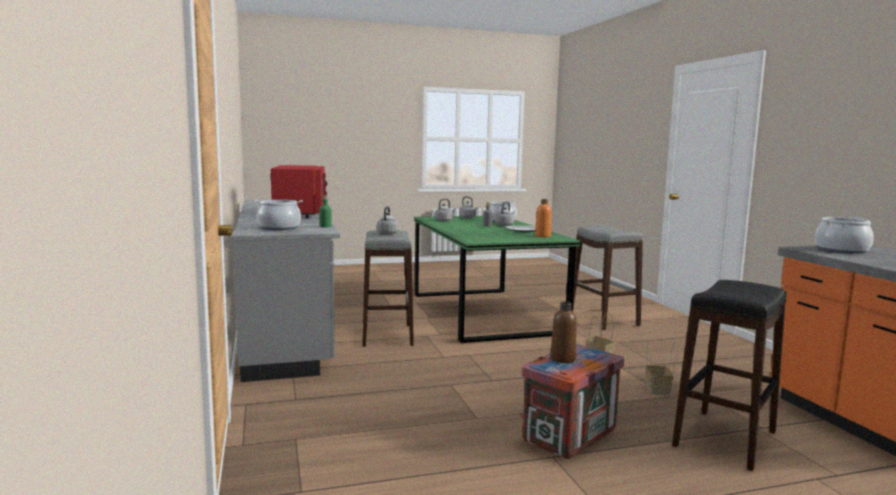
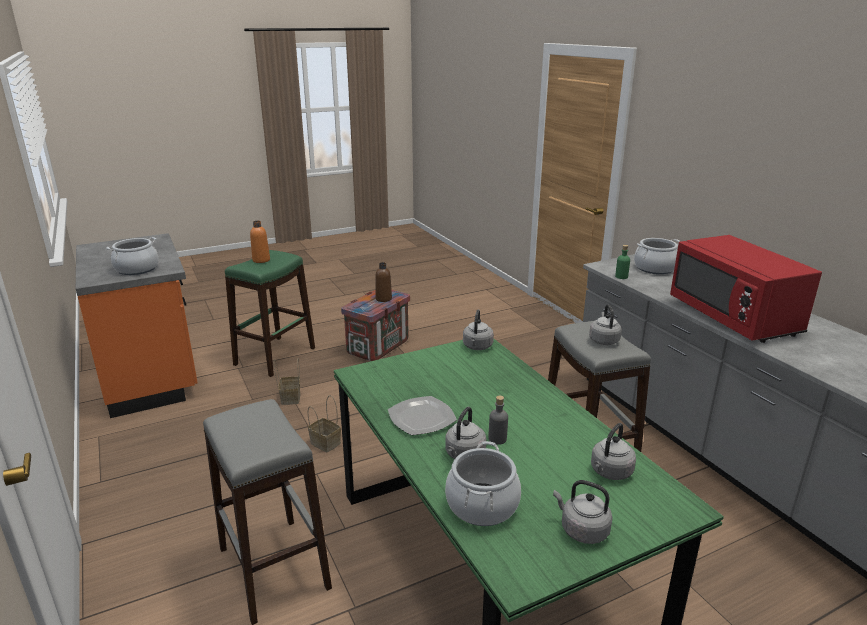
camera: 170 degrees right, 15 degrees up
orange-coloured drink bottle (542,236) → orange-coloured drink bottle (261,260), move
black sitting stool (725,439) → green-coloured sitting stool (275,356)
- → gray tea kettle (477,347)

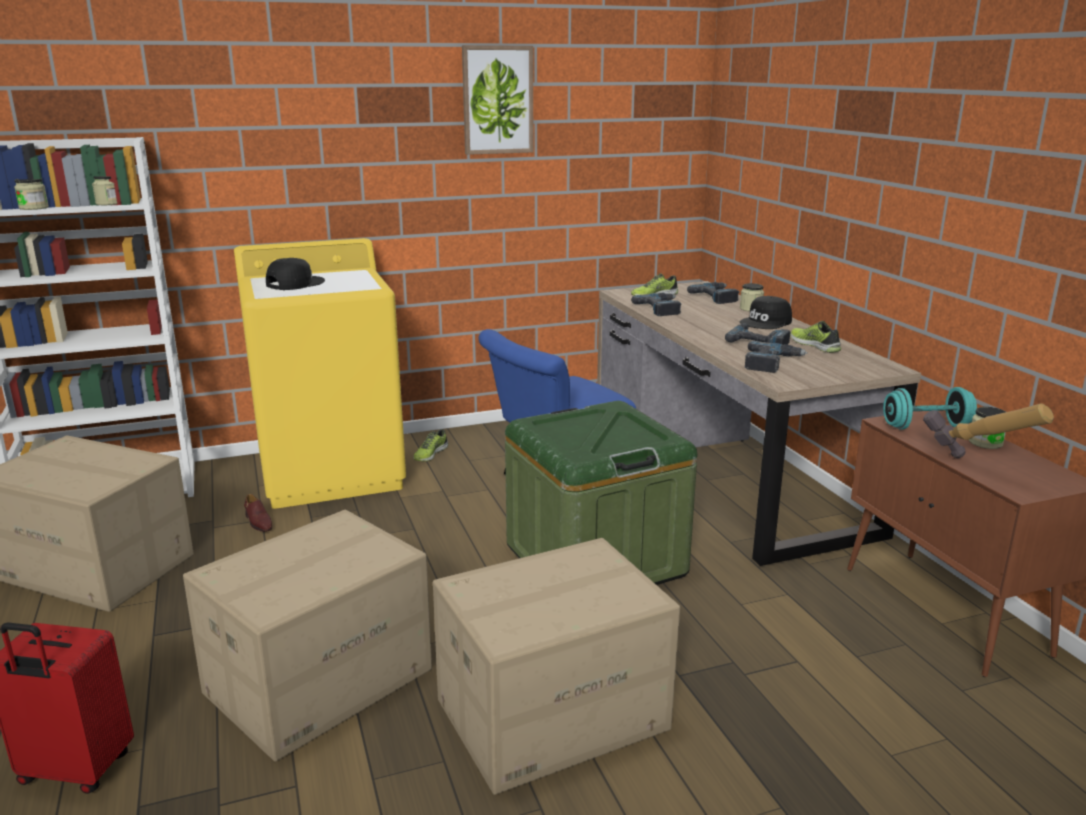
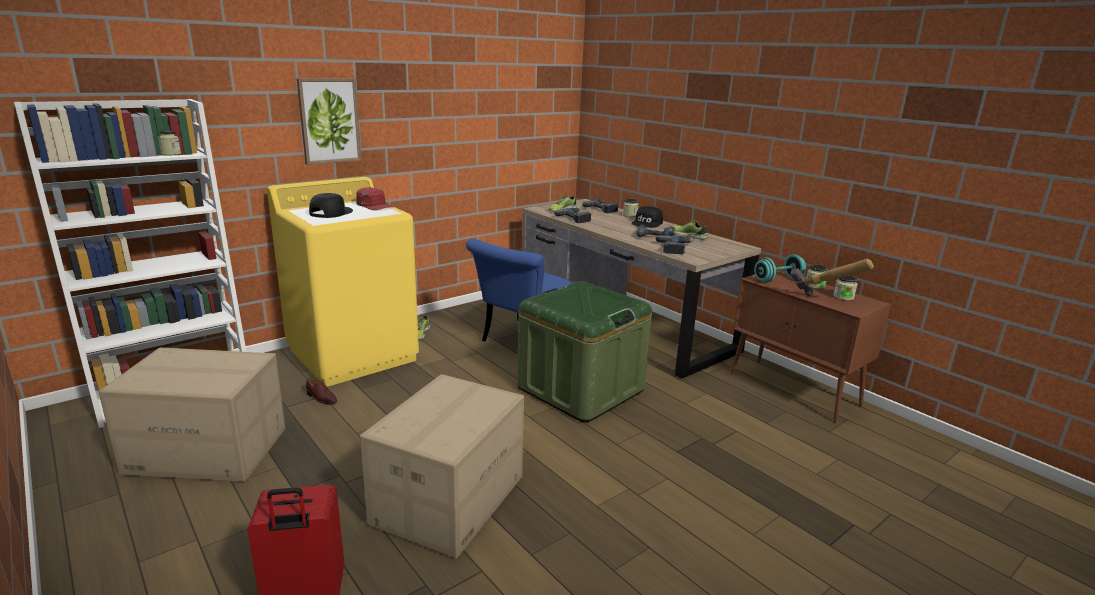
camera: 20 degrees left, 0 degrees up
jar (34,208) → jar (843,297), move
cardboard box (552,713) → -
wall art (497,100) → wall art (329,120), move
- → red baseball cap (375,205)

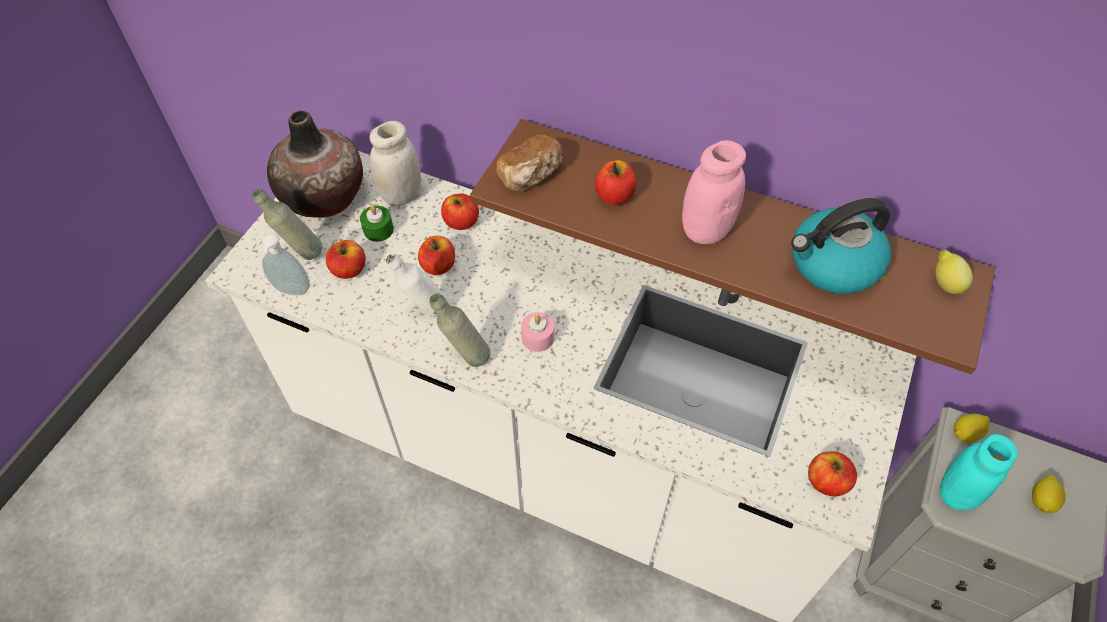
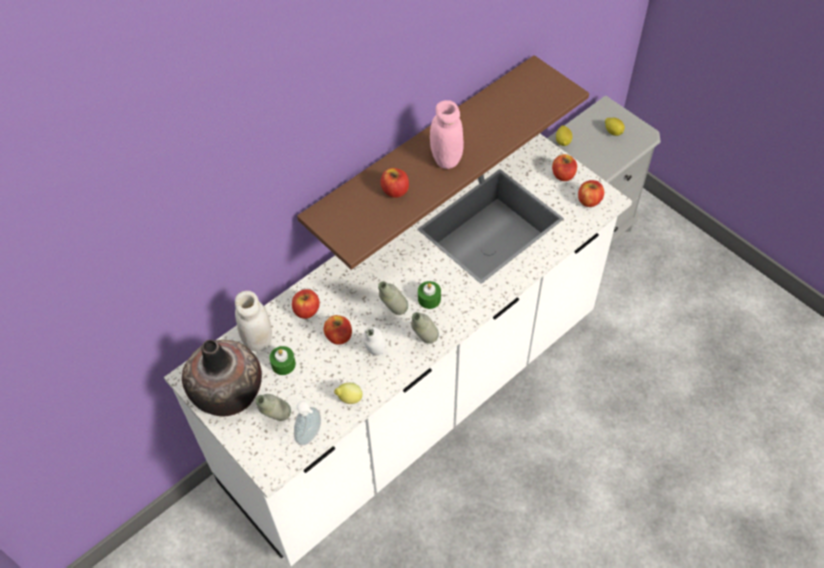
camera: 65 degrees left, 0 degrees up
apple (349,270) → apple (563,175), move
baked bread (532,176) → -
pink-coloured candle (537,337) → green-coloured candle (429,299)
tea kettle (832,265) → -
citrus fruit (945,283) → citrus fruit (349,399), move
turquoise jar (957,493) → -
- → gray drink bottle (394,315)

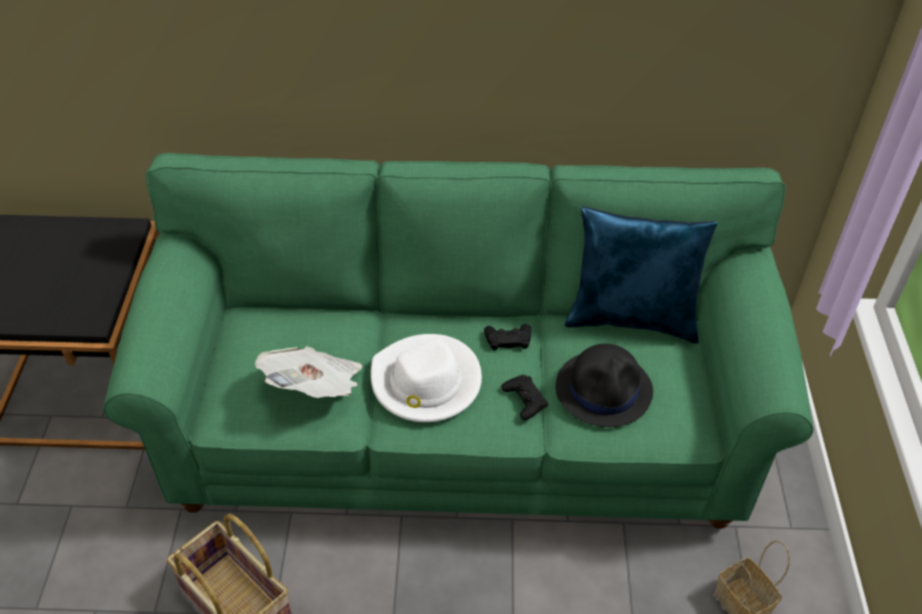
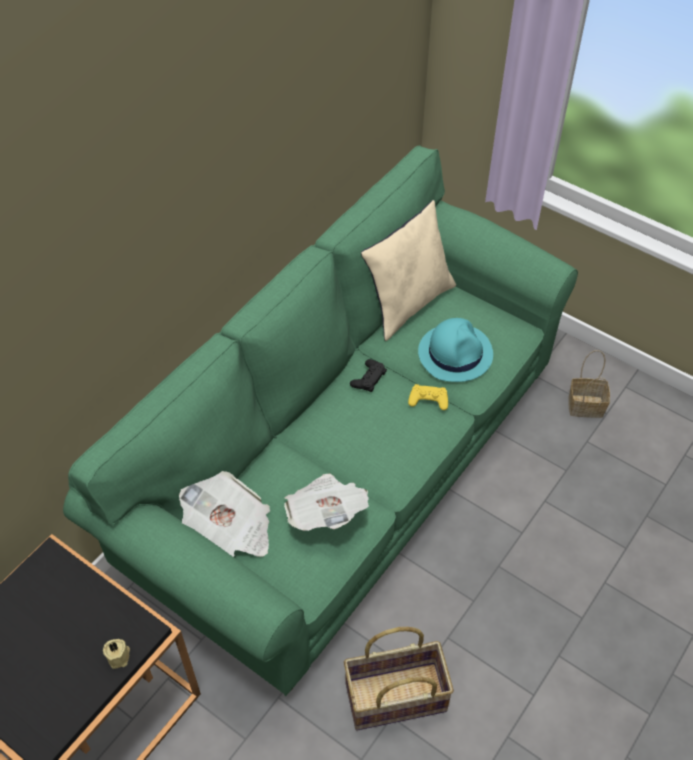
camera: 55 degrees left, 5 degrees up
white clothing hat (425,382) → -
black gamepad (524,400) → yellowish gamepad (428,400)
black clothing hat (604,389) → turquoise clothing hat (455,353)
blue-coloured pillow (632,319) → beige pillow (408,303)
- → beige candle (119,656)
- → printed paper (230,529)

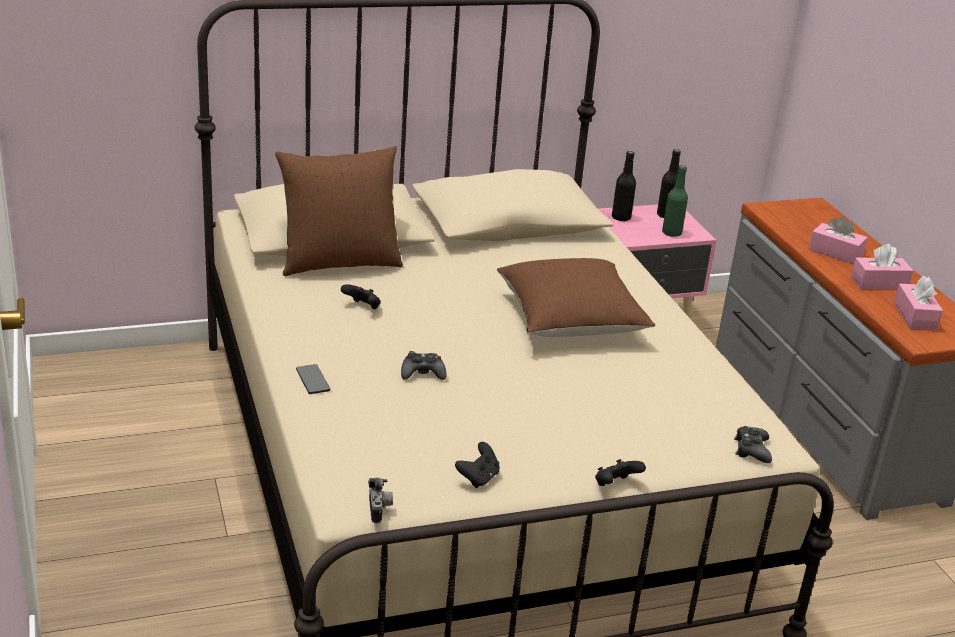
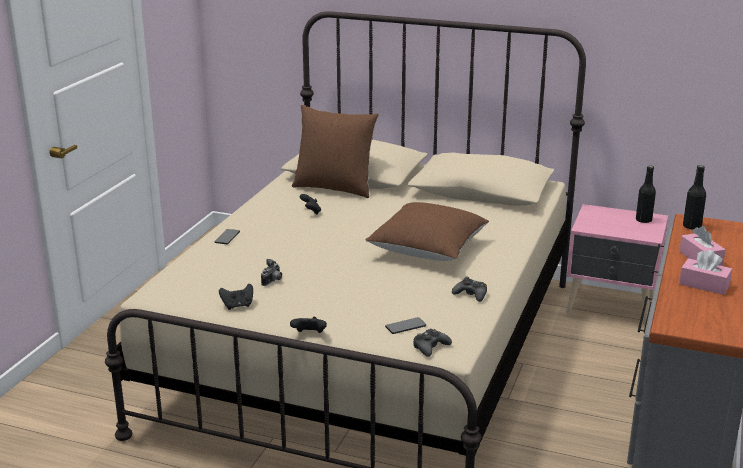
camera: 40 degrees right, 5 degrees down
still camera (380,510) → still camera (273,281), move
black gamepad (422,373) → black gamepad (471,294), move
black drink bottle (621,218) → black drink bottle (691,226), move
green-coloured drink bottle (671,233) → -
pink-coloured tissue box (915,316) → -
- → phone (405,326)

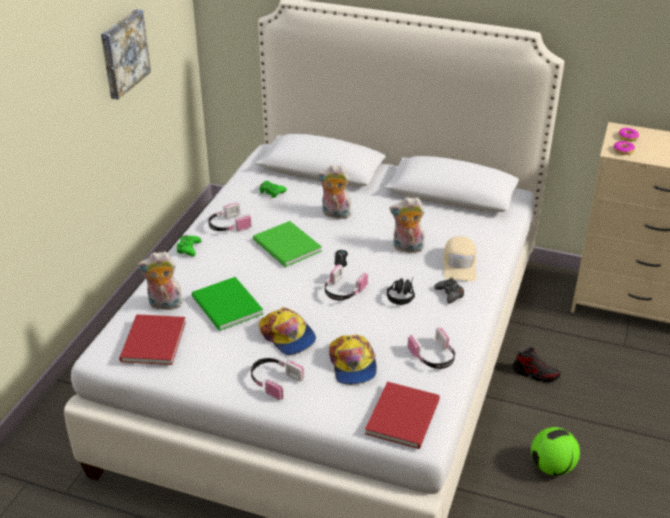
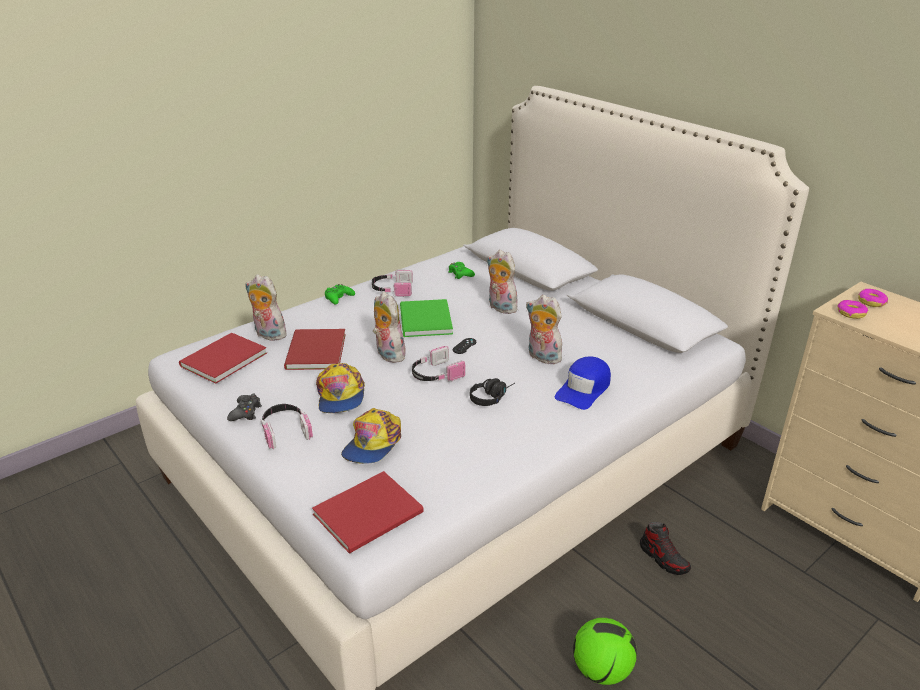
camera: 30 degrees right, 5 degrees down
wall art (123,53) → -
green-coloured book (226,307) → red book (314,352)
headset (433,357) → -
black gamepad (450,294) → black gamepad (245,412), move
beige baseball cap (459,264) → blue-coloured baseball cap (584,389)
- → soft toy (388,354)

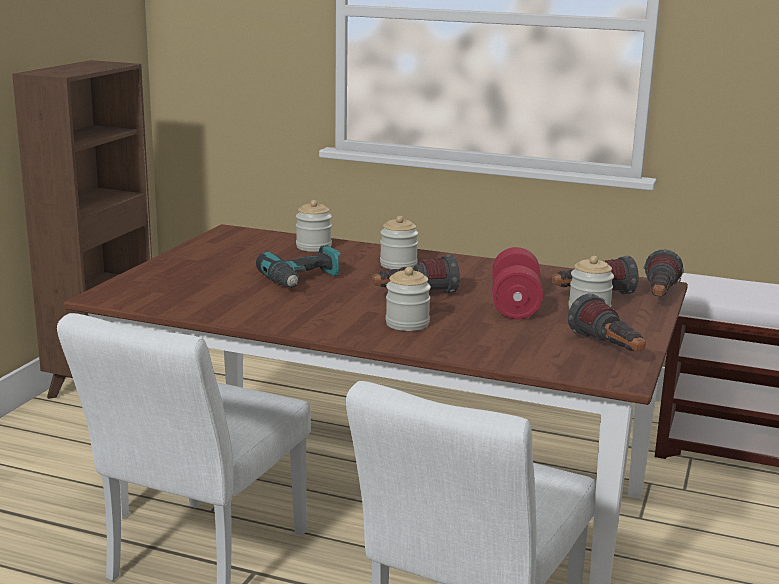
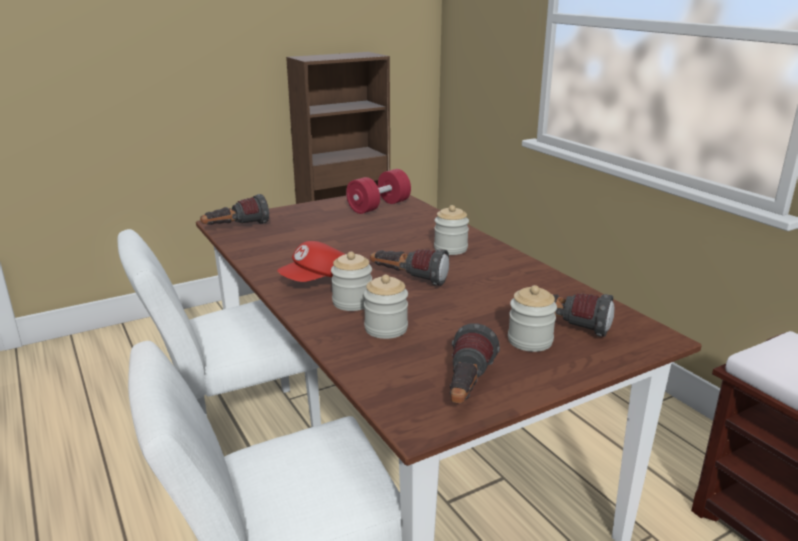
camera: 40 degrees right, 5 degrees up
electric drill (303,280) → -
jar (313,247) → jar (386,329), move
red free weight (515,305) → red free weight (379,206), move
flashlight (659,297) → flashlight (236,228), move
- → red baseball cap (320,283)

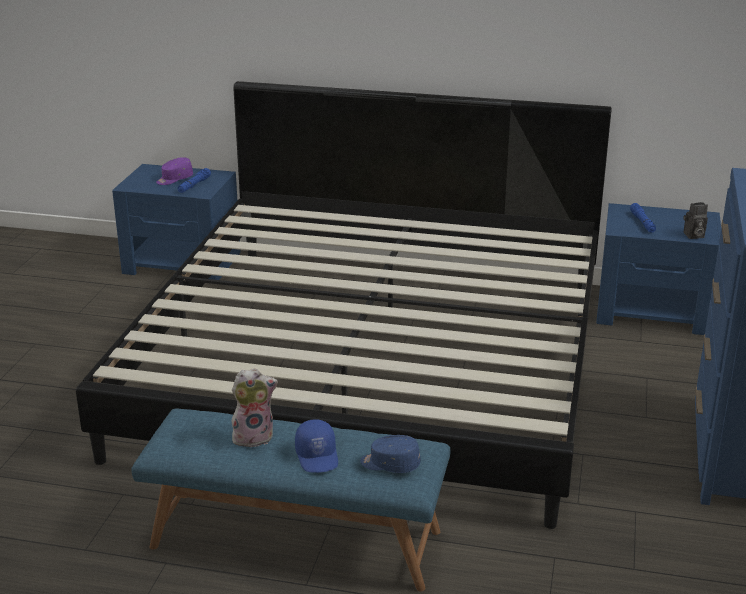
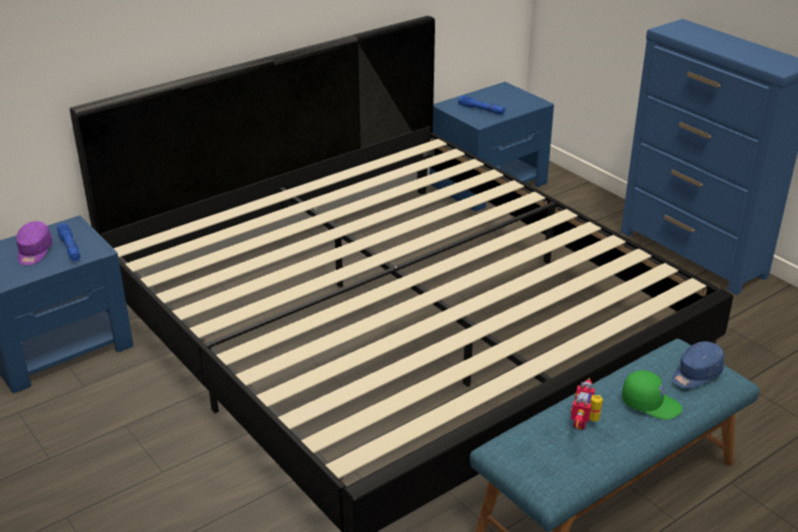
camera: 50 degrees left, 5 degrees up
soft toy (254,436) → toy robot (585,423)
blue-coloured baseball cap (318,456) → green-coloured baseball cap (651,403)
still camera (693,236) → -

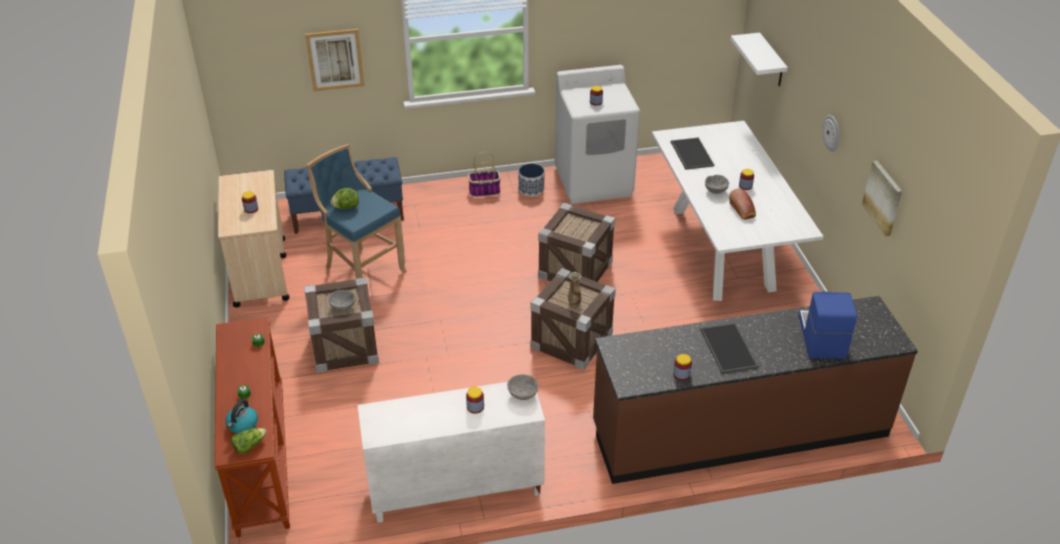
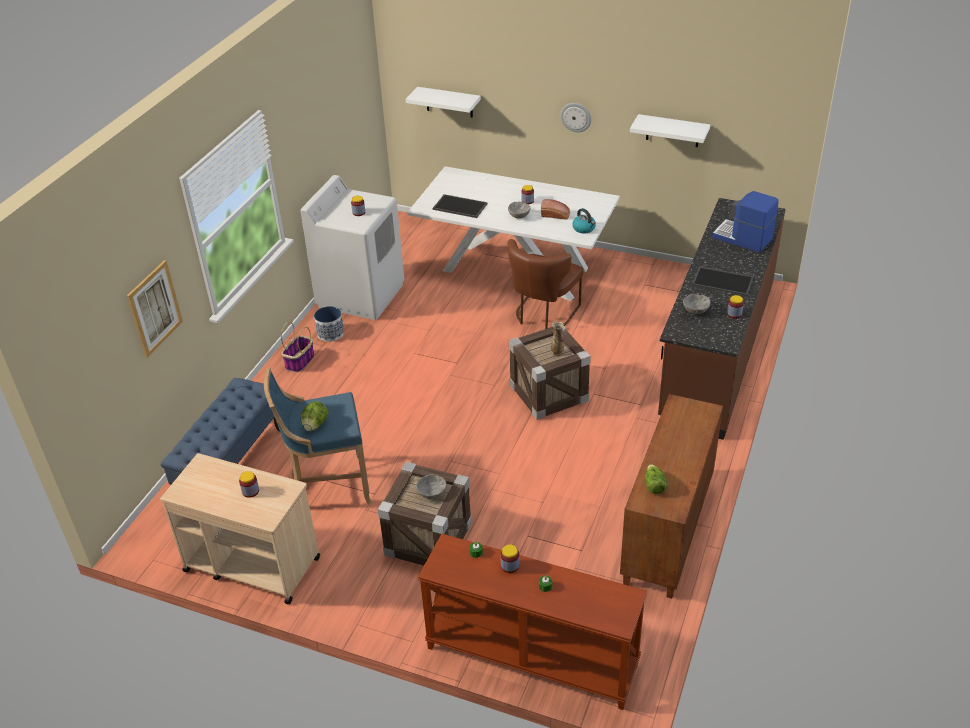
camera: 55 degrees left, 0 degrees up
tea kettle (242,425) → tea kettle (584,228), move
lettuce (249,446) → lettuce (654,485), move
white storage cabinet (454,490) → brown-coloured storage cabinet (668,533)
jar (475,407) → jar (510,565), move
gray serving bowl (523,394) → gray serving bowl (695,311), move
packing crate (575,270) → -
wall art (883,197) → white shelf (672,131)
- → brown-coloured chair (543,314)

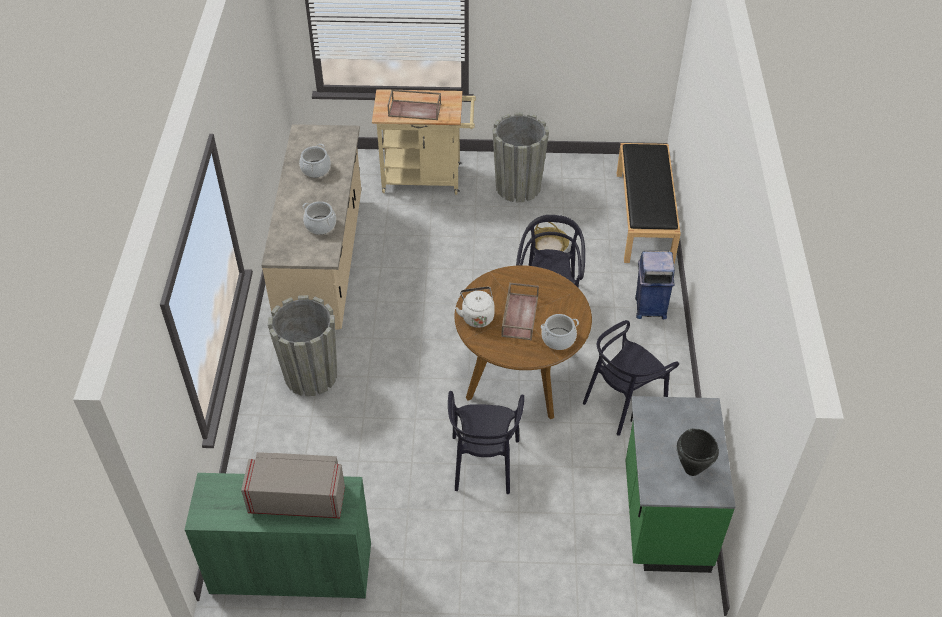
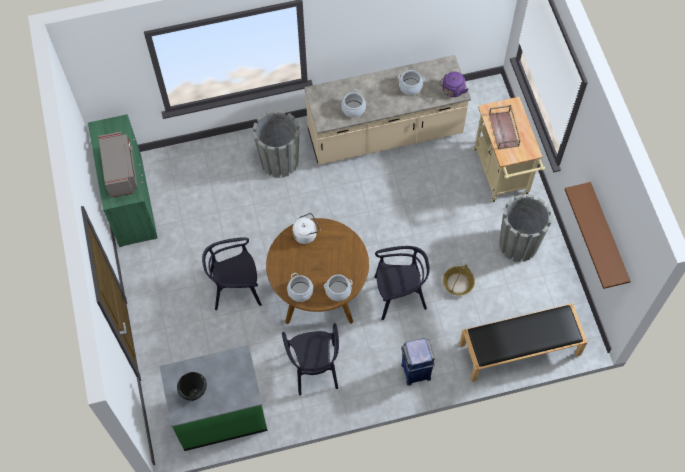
camera: 75 degrees right, 15 degrees up
brown-coloured carrying tray (519,315) → -
black chair (623,402) → black chair (314,368), 135 degrees counterclockwise
- → cooking pot (338,290)
- → purplish tea kettle (452,91)
- → brown-coloured shelf (607,235)

